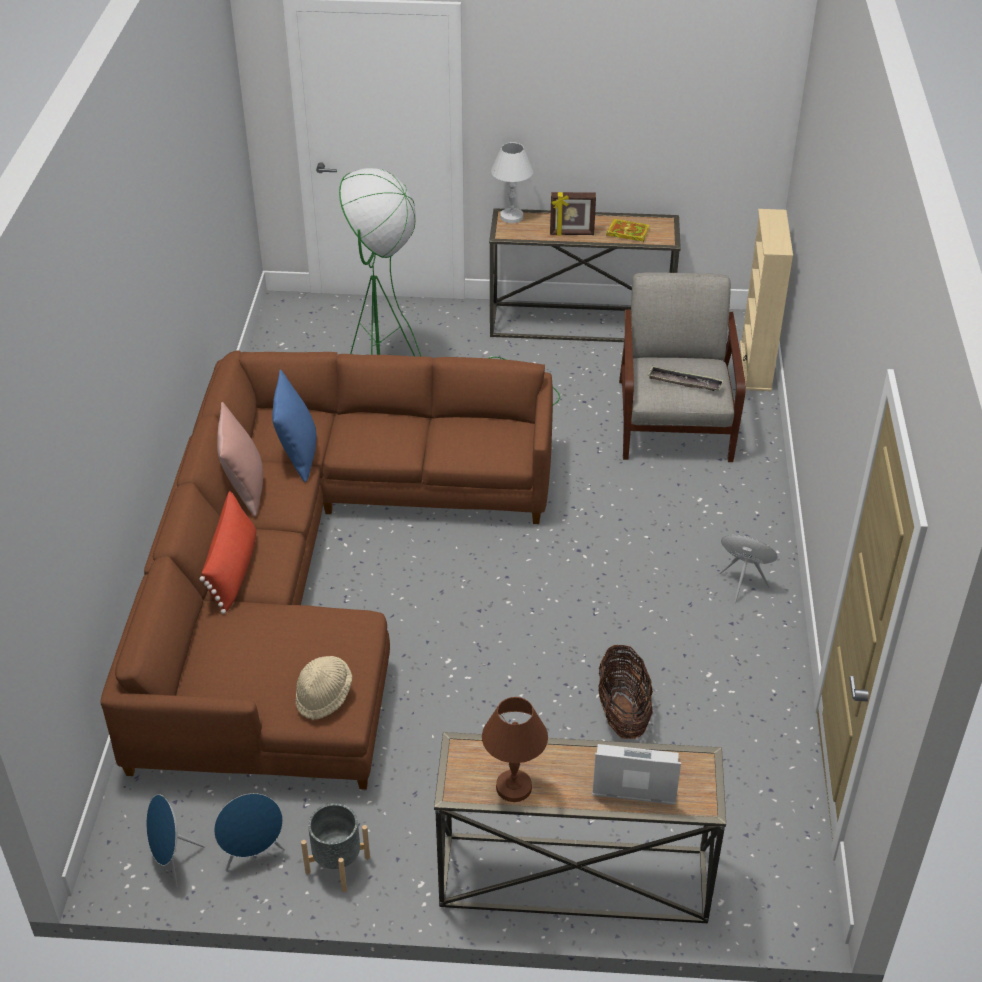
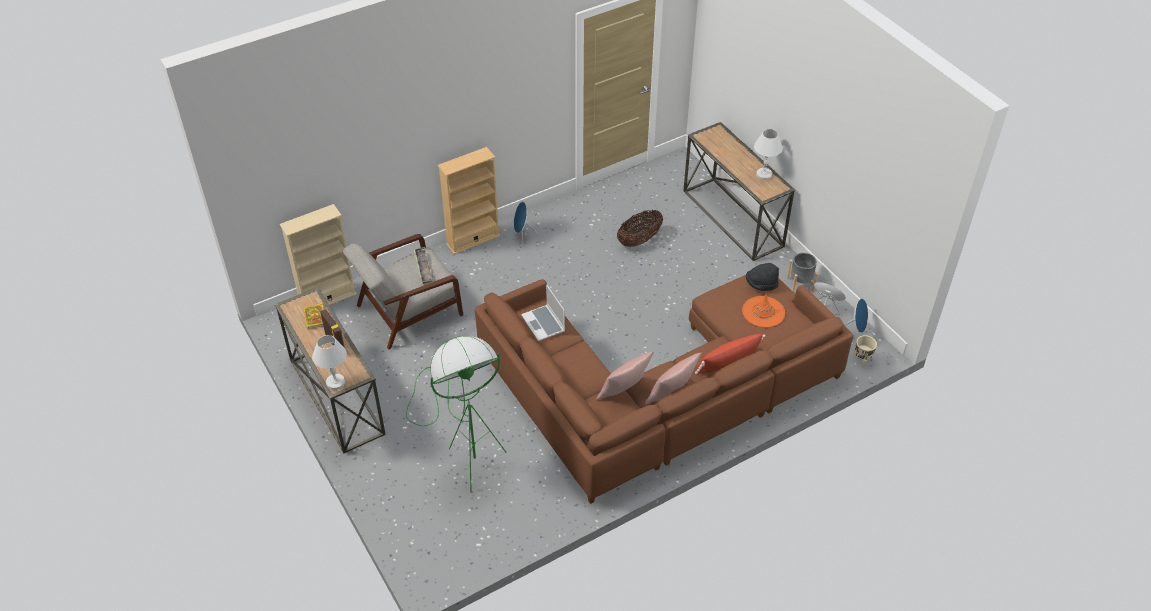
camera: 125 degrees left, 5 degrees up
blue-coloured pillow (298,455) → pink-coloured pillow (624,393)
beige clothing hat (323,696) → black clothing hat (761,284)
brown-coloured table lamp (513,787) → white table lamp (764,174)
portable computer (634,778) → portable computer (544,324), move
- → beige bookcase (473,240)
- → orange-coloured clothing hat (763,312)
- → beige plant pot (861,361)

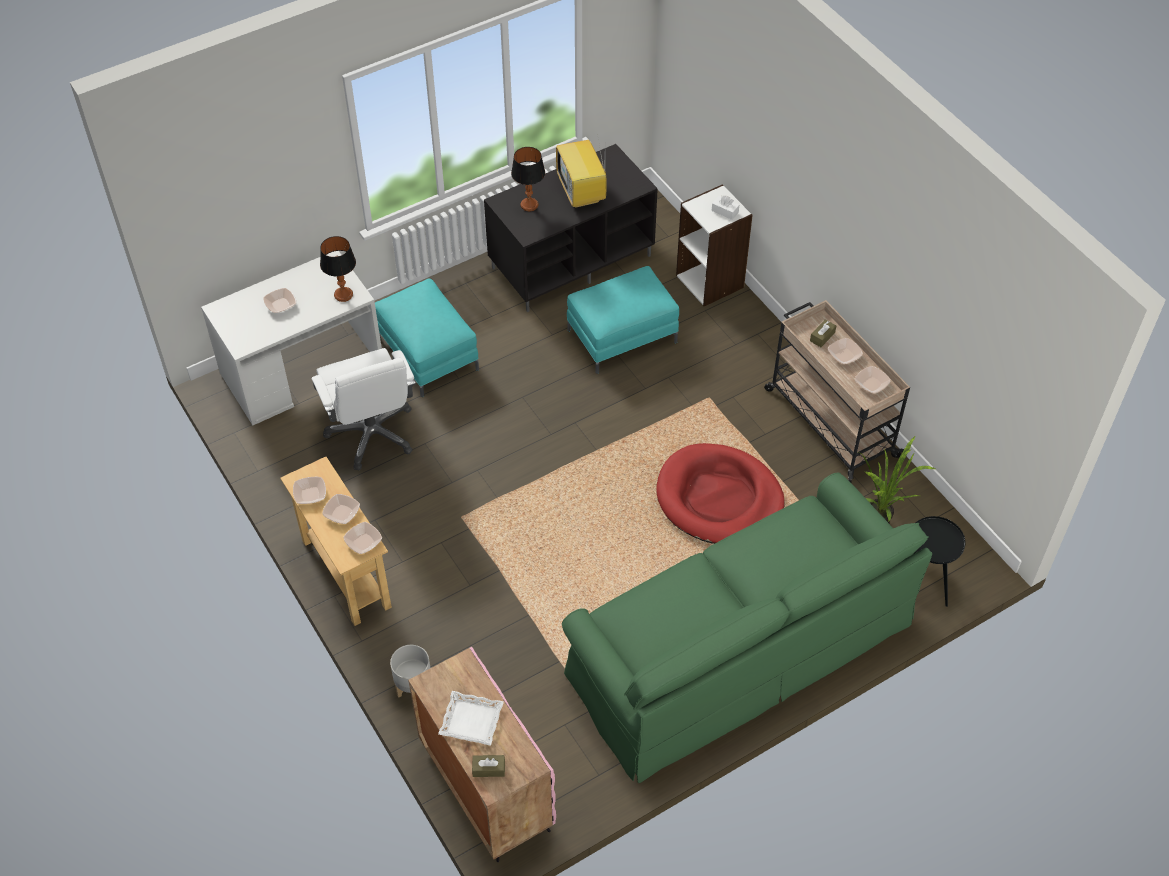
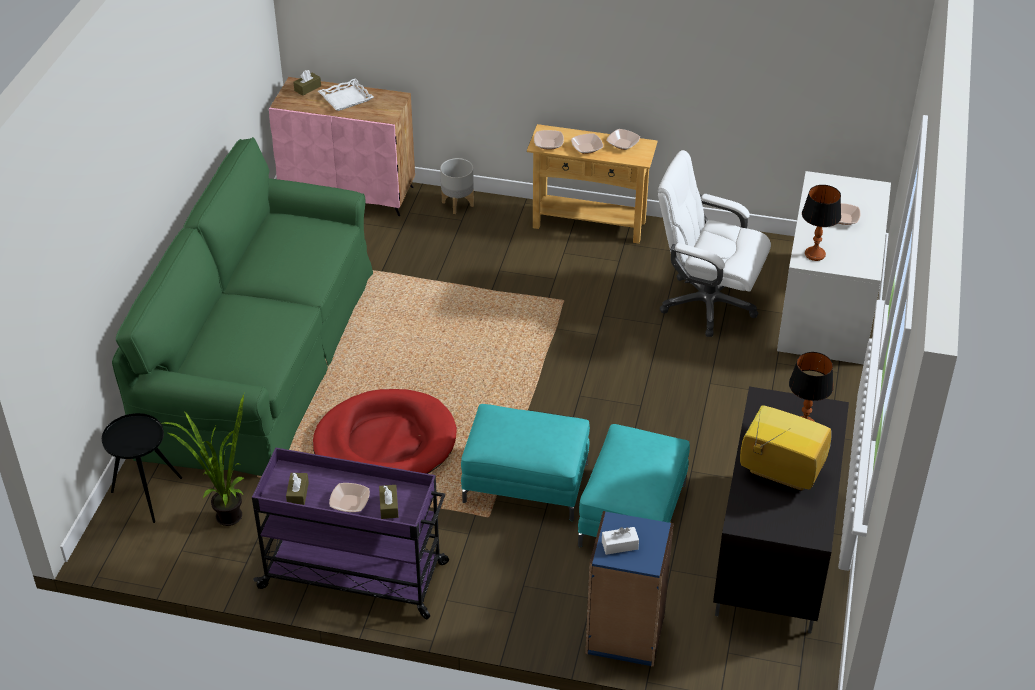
camera: 135 degrees right, 10 degrees down
turquoise footrest (427,353) → turquoise footrest (525,483), move
white bookcase (710,281) → blue-coloured bookcase (625,634)
beige cart (829,421) → purplish cart (356,575)
serving bowl (871,384) → brown-coloured tissue box (298,494)

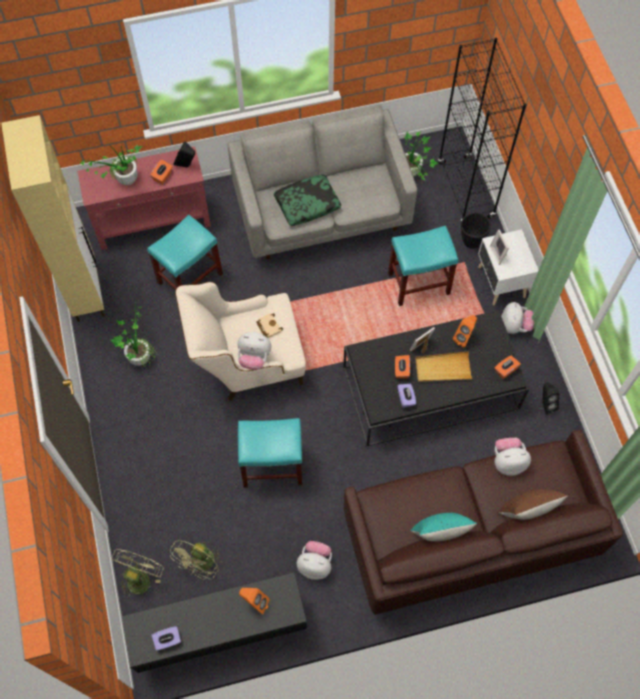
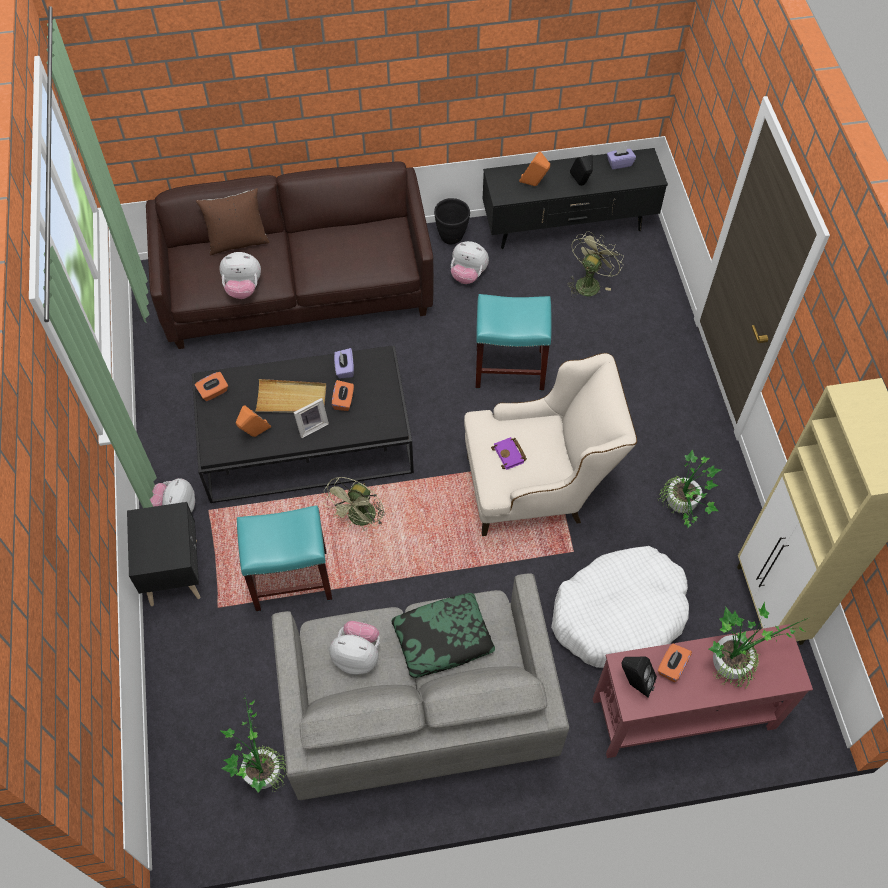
camera: 175 degrees left, 5 degrees down
green-coloured electric fan (140,577) → green-coloured electric fan (360,519), move
turquoise sitting stool (190,278) → white dog bed (619,614)
soft toy (254,357) → soft toy (357,656), move
beige book (268,326) → purplish book (510,455)
turquoise pillow (439,534) → -
black bookcase (465,190) → -
black plant pot (471,241) → black plant pot (452,237), move
white bedside table (500,283) → black bedside table (175,571)
picture frame (499,253) → -
black loudspeaker (545,404) → black loudspeaker (581,184), move

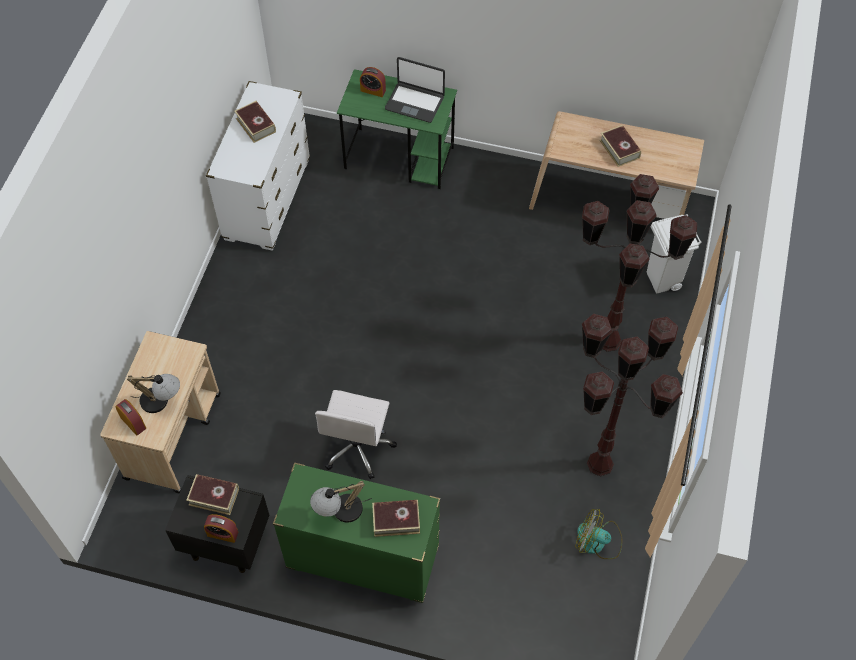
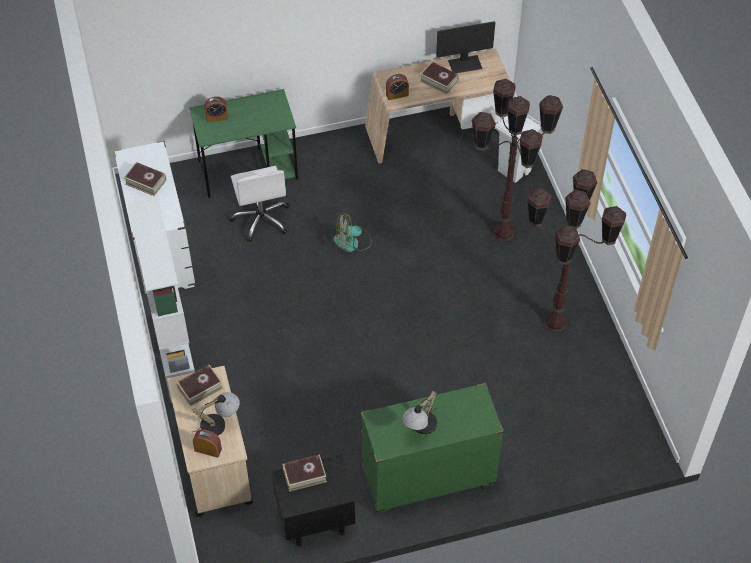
camera: 30 degrees left, 5 degrees down
table clock (222,533) → table clock (397,94), move
white desk chair (357,446) → white desk chair (261,219), move
book (396,520) → book (200,388), move
portable computer (415,102) → -
electric fan (597,542) → electric fan (352,242), move
- → white bookcase (175,356)
- → computer screen (465,64)

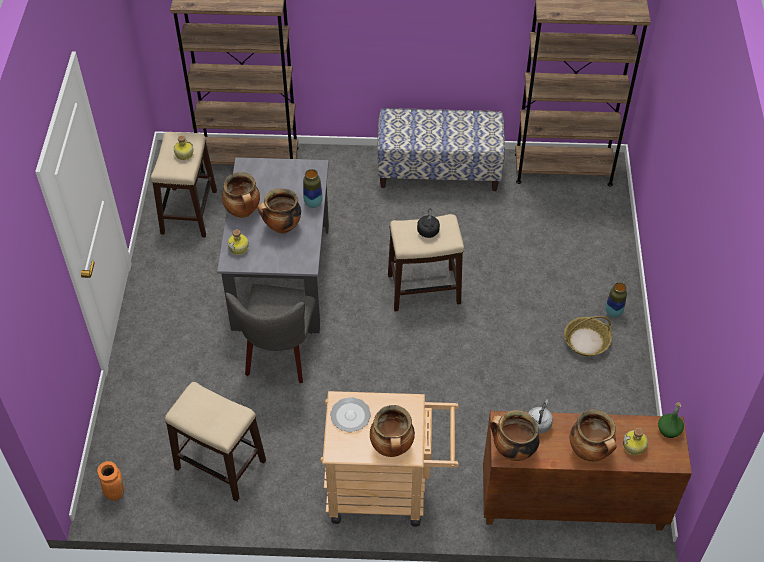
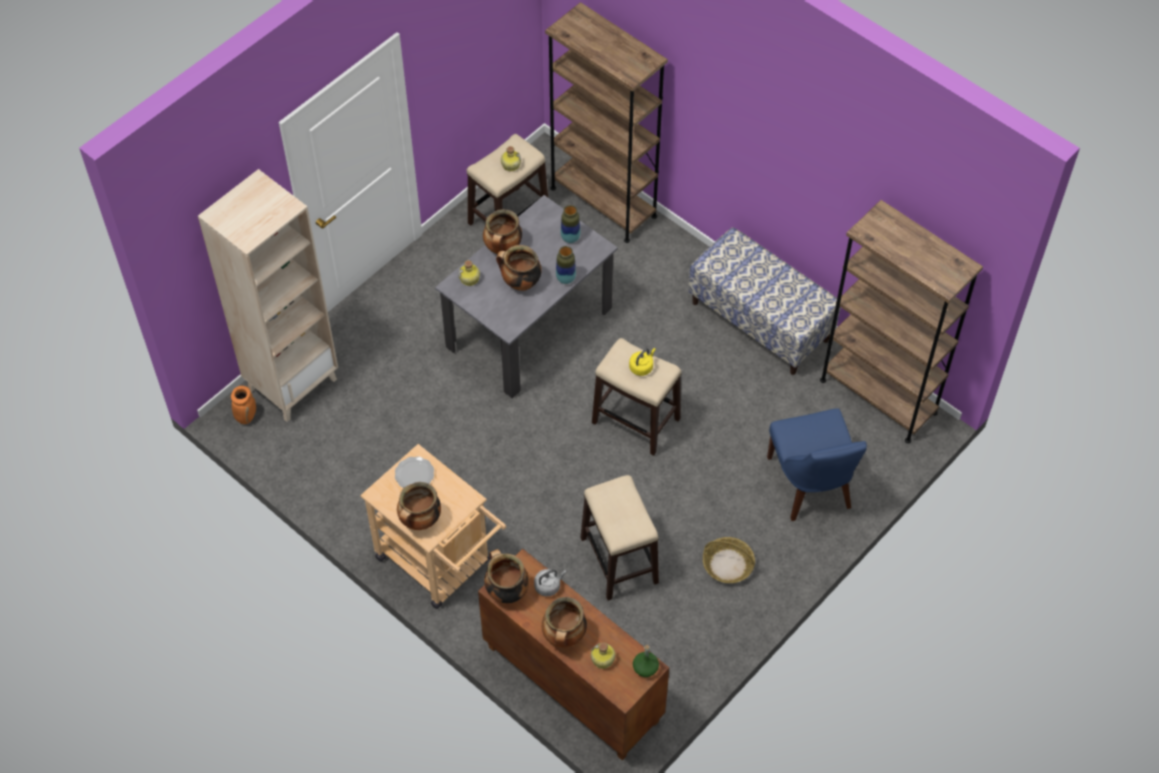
camera: 40 degrees right, 5 degrees up
sitting stool (219,464) → sitting stool (618,559), move
gray chair (280,355) → -
black tea kettle (428,230) → yellowish tea kettle (642,367)
flower vase (613,312) → flower vase (570,238), move
- → beige bookcase (292,383)
- → blue-coloured chair (810,486)

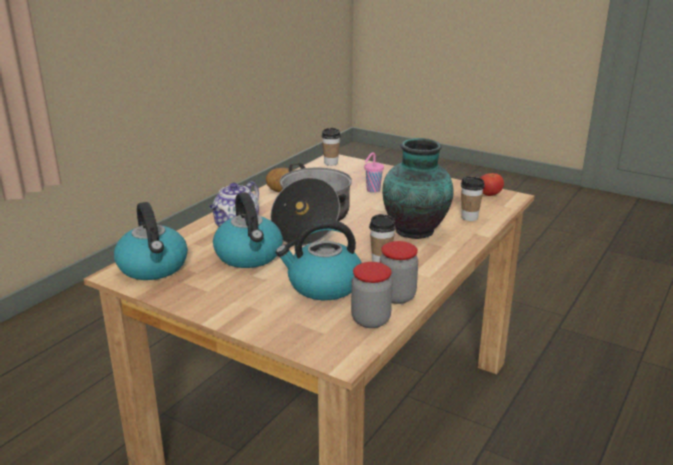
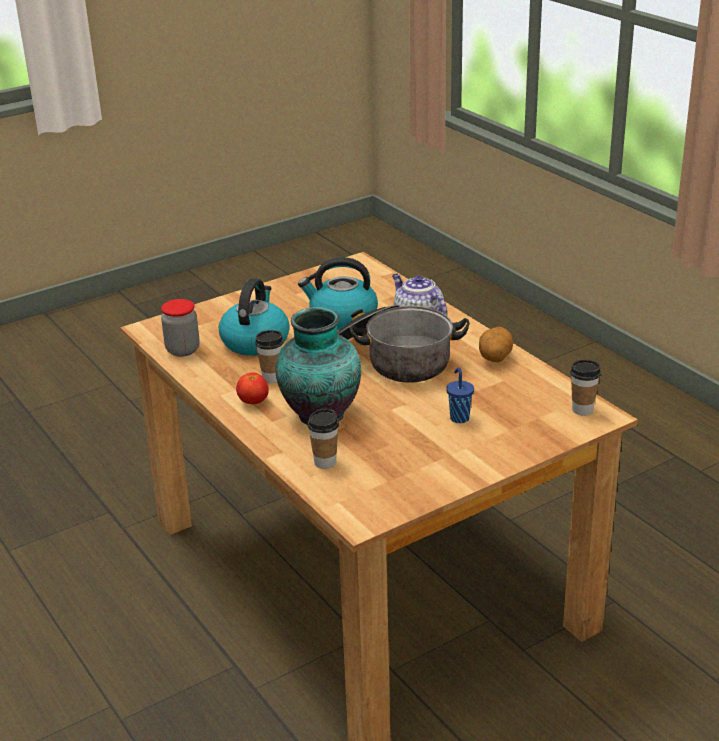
camera: 115 degrees right, 5 degrees up
tea kettle (153,267) → -
pink-coloured drinking cup (372,190) → blue-coloured drinking cup (459,417)
jar (397,296) → -
tomato (489,195) → tomato (253,402), move

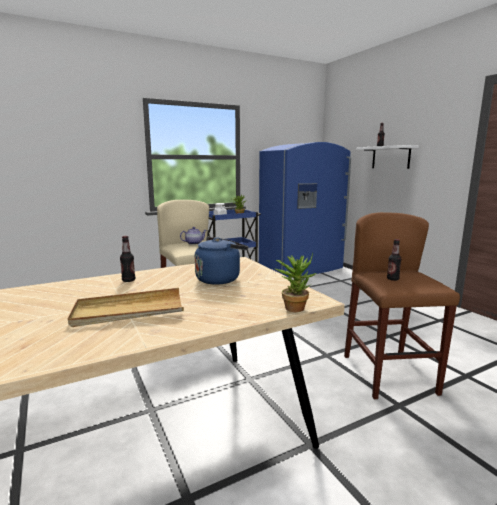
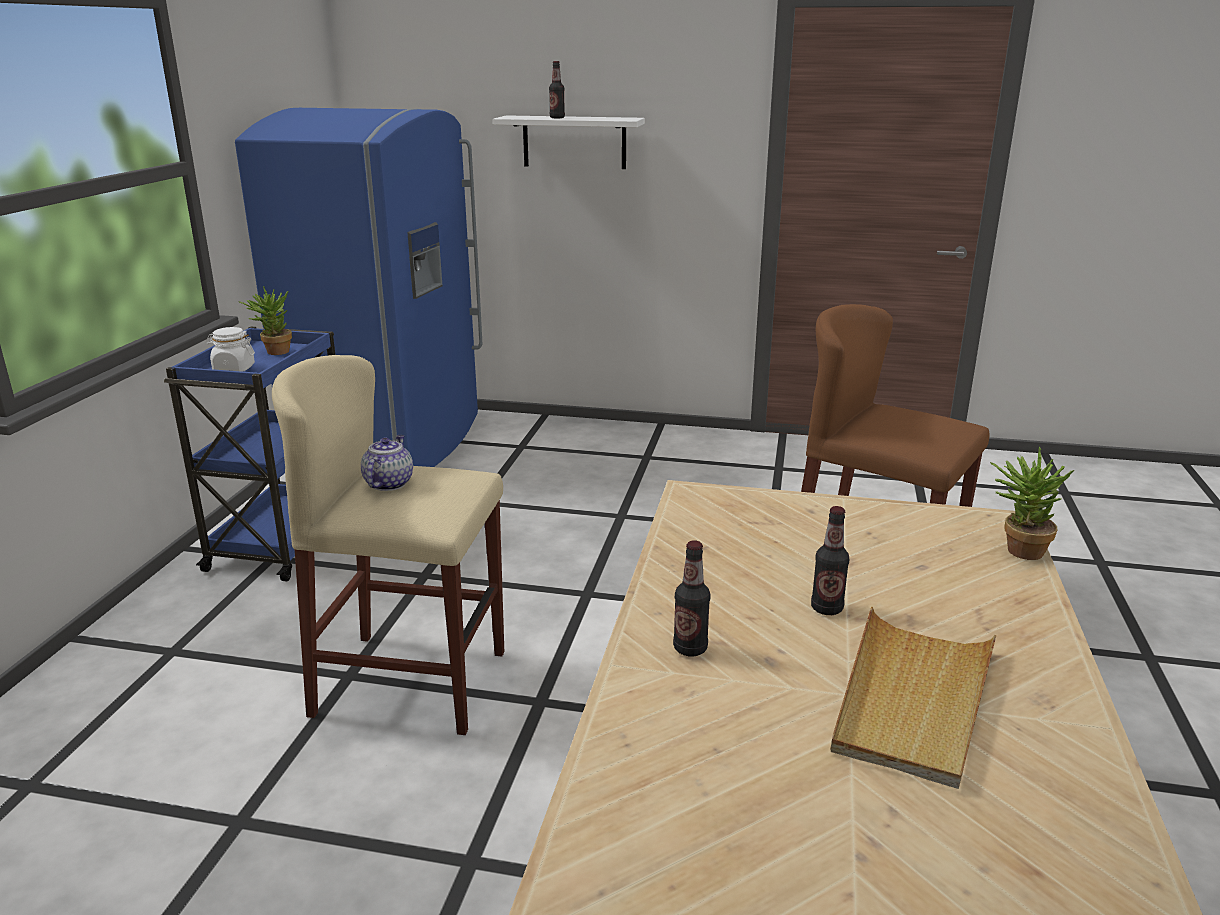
camera: 50 degrees left, 10 degrees up
blue-coloured tea kettle (220,279) → -
drink bottle (392,279) → drink bottle (826,608), move

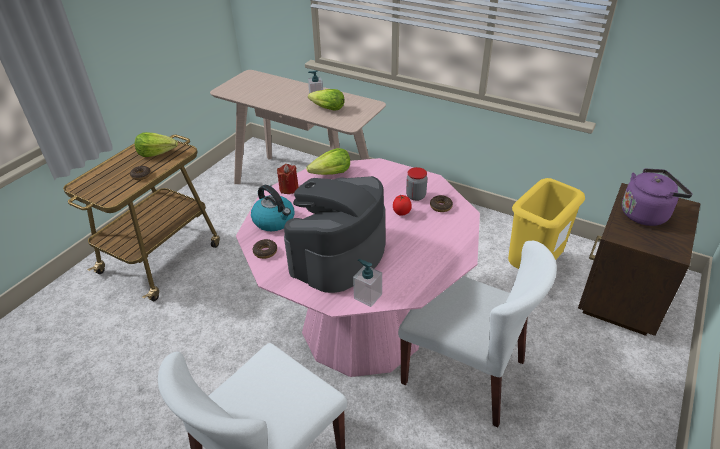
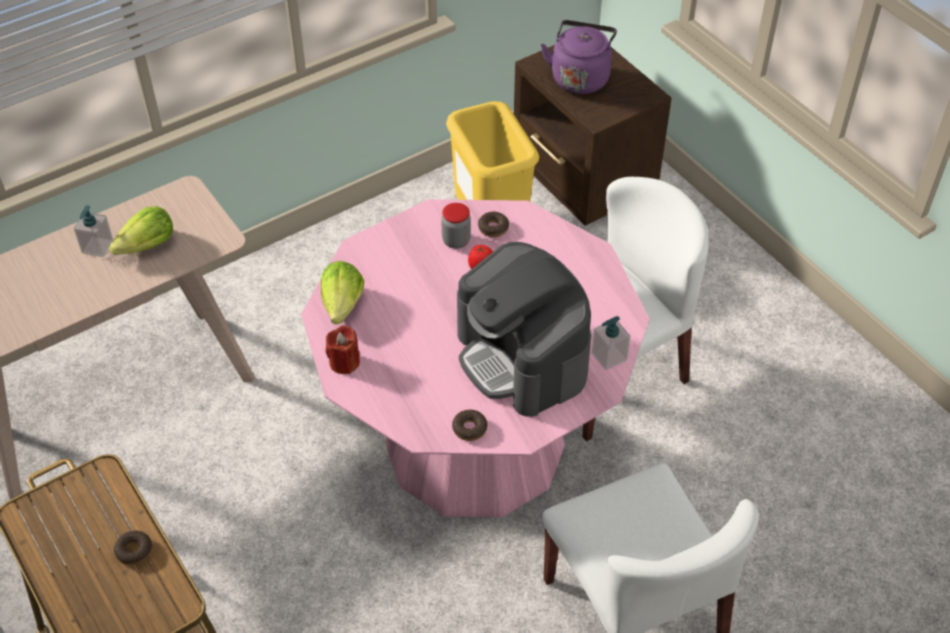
camera: 65 degrees left, 10 degrees up
lettuce (157,153) → -
tea kettle (274,221) → -

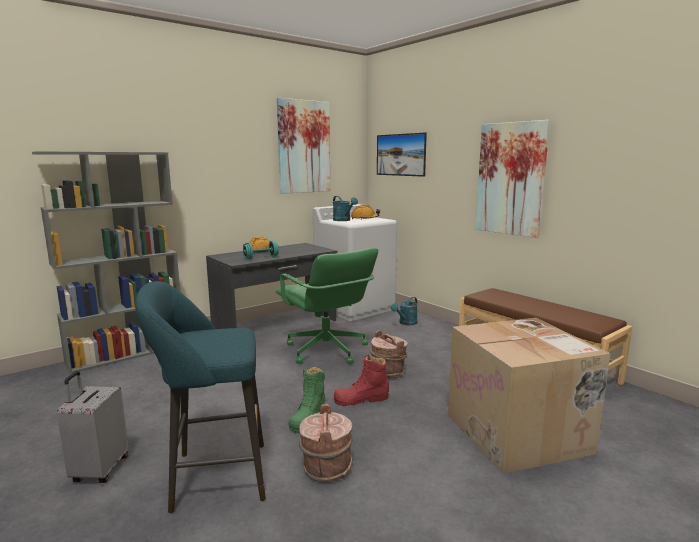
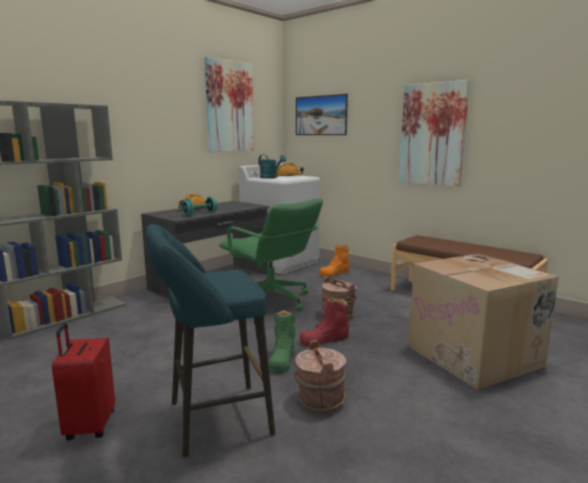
camera: 10 degrees left, 0 degrees up
gray suitcase (99,470) → red suitcase (89,426)
turquoise sprinkling can (406,323) → orange-coloured high-top boot (334,273)

